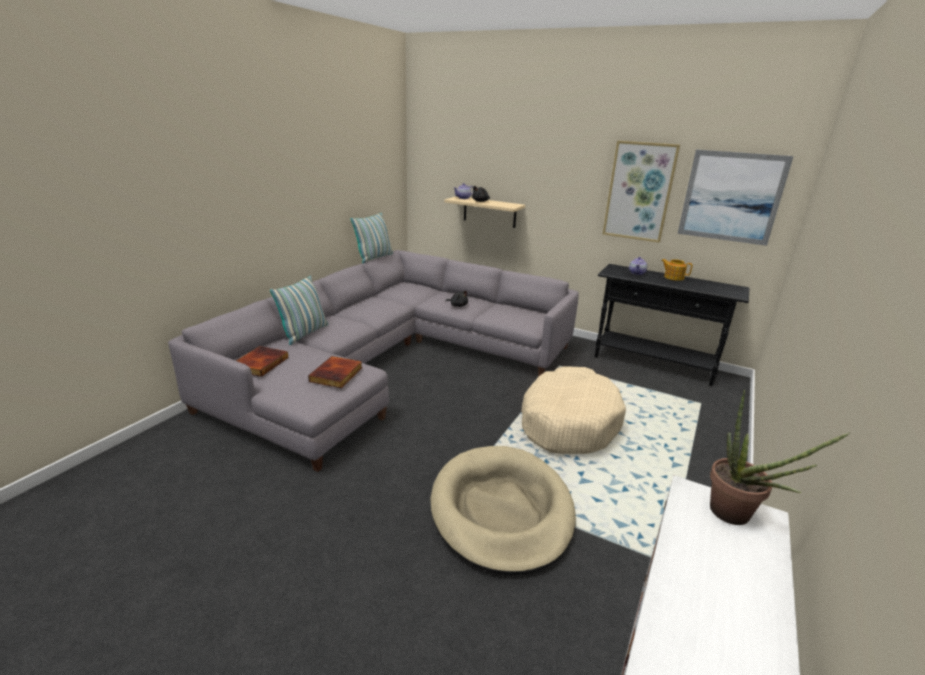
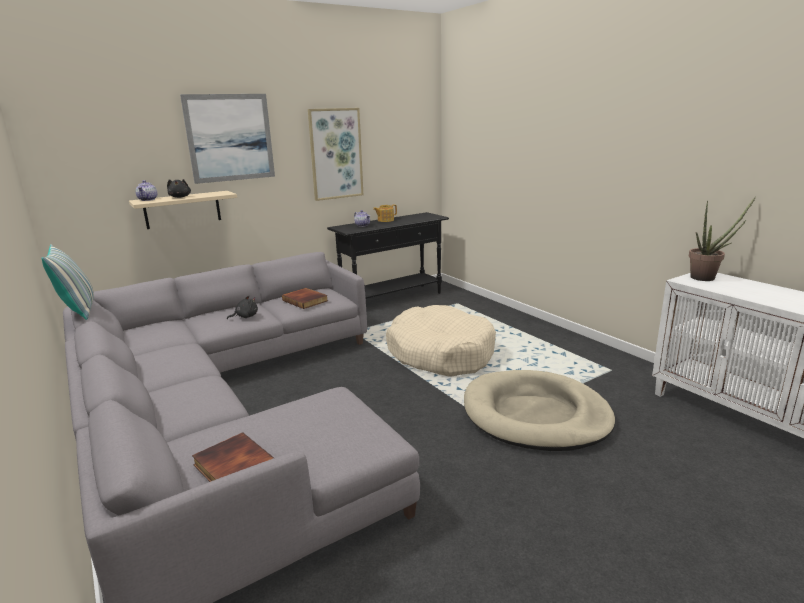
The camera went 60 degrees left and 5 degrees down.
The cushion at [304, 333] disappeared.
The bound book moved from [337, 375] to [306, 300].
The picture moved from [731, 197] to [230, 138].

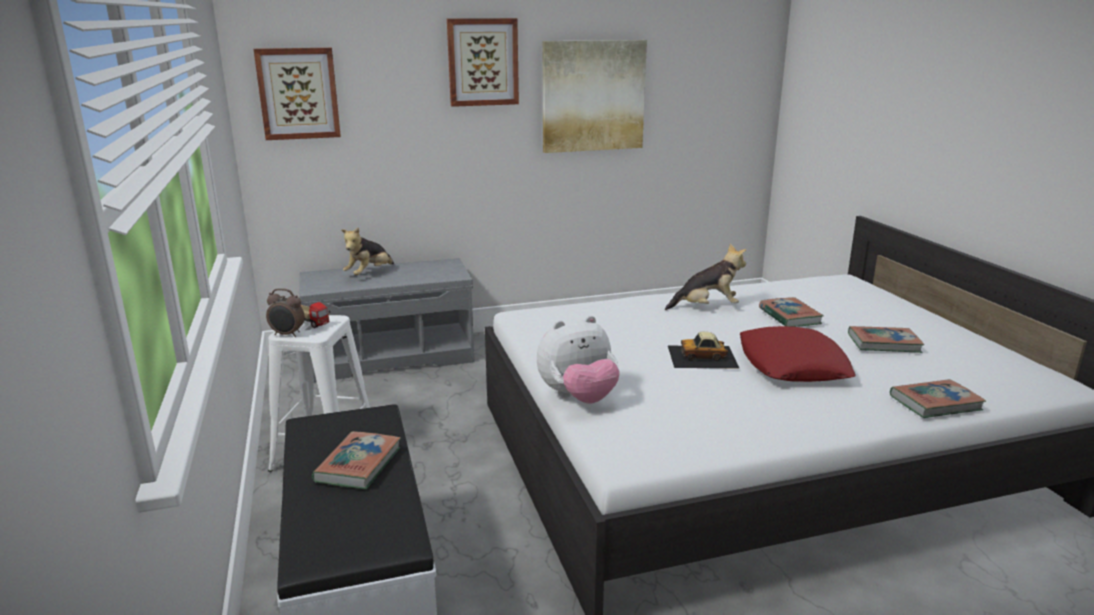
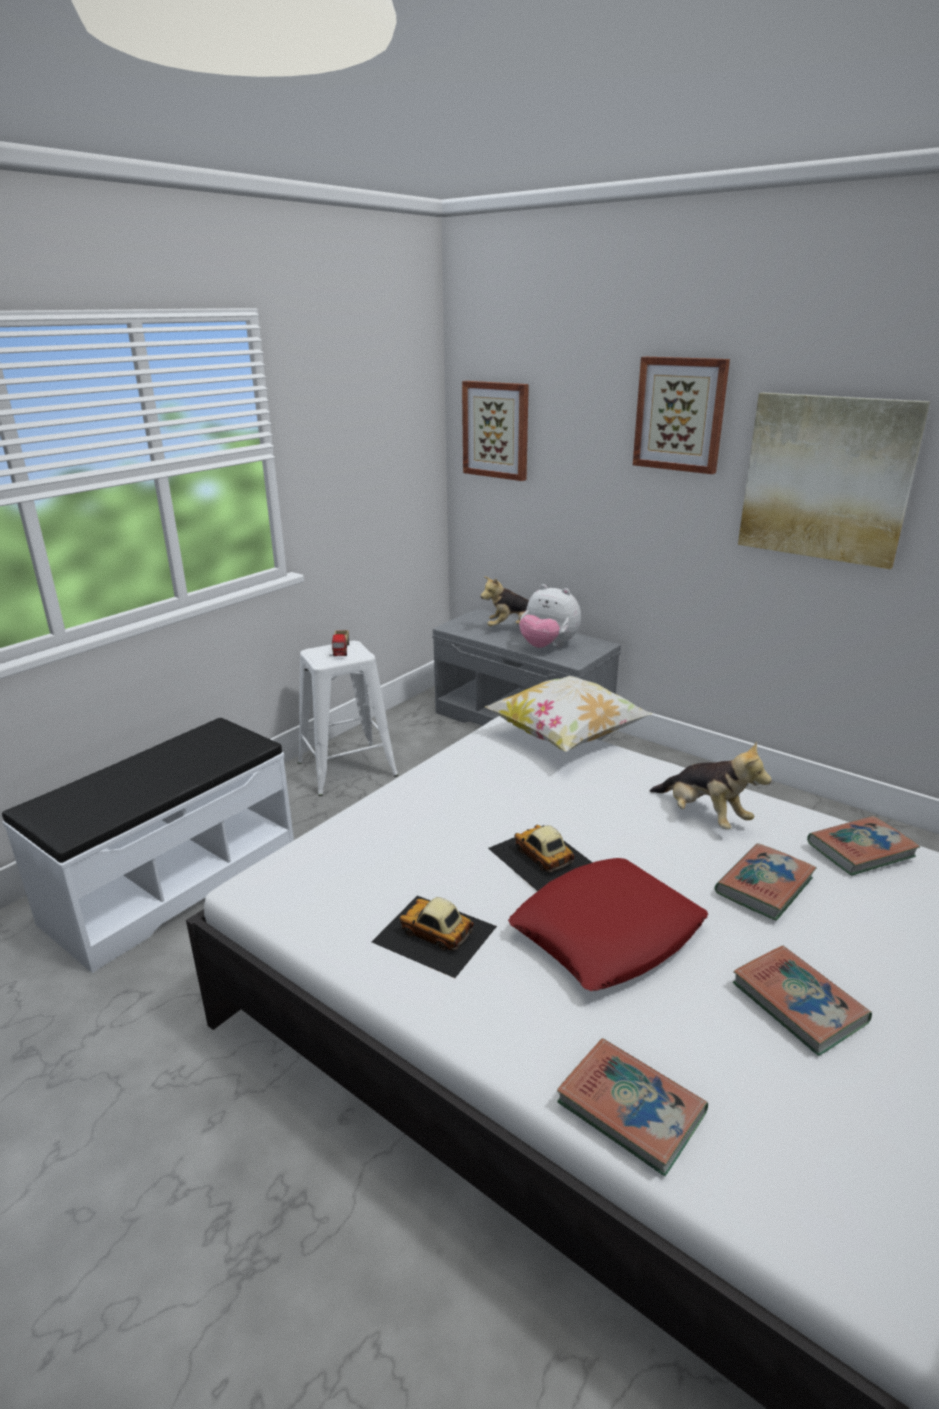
The camera went 55 degrees right and 5 degrees up.
The alarm clock at [287, 335] disappeared.
The miniature car at [435, 934] appeared.
The cushion at [566, 737] appeared.
The bound book moved from [358, 465] to [860, 850].
The cuddly toy moved from [578, 398] to [548, 647].

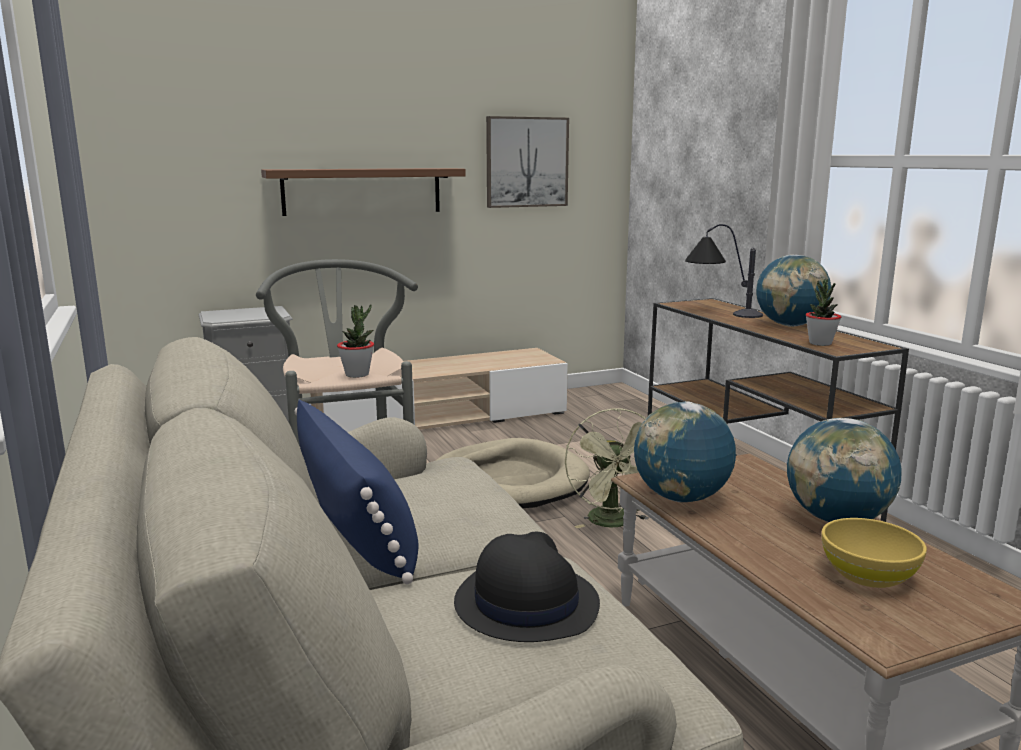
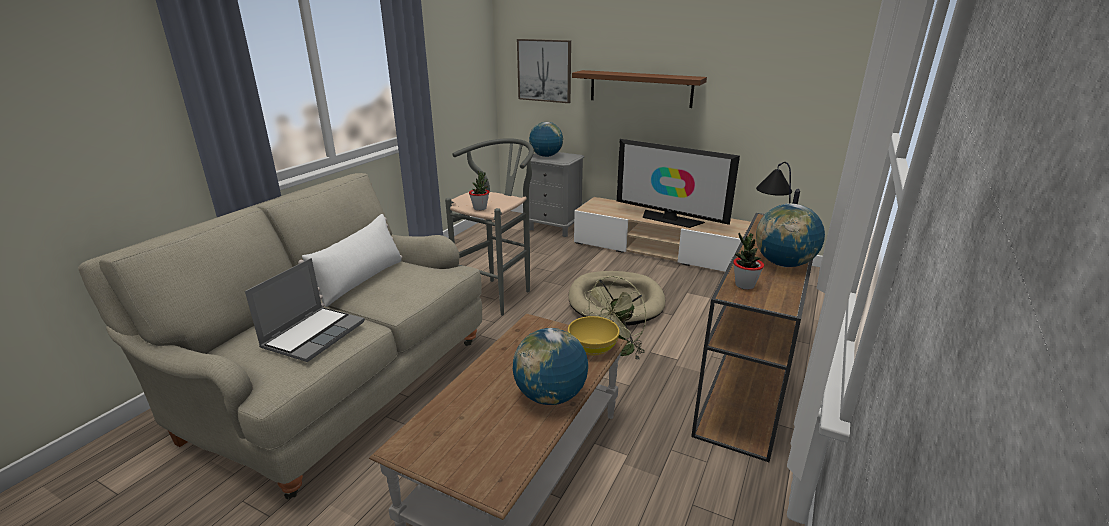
The camera went 50 degrees right and 10 degrees up.
The TV at [670, 219] appeared.
The picture moved from [526, 162] to [544, 70].
The world globe moved from [681, 498] to [546, 156].
The deep dish in yellow-coloured moved from [868, 574] to [593, 347].
The clothing hat in black at [525, 603] was replaced by the portable computer at [314, 334].
The cushion in bluish at [356, 531] became the cushion in white-coloured at [361, 281].

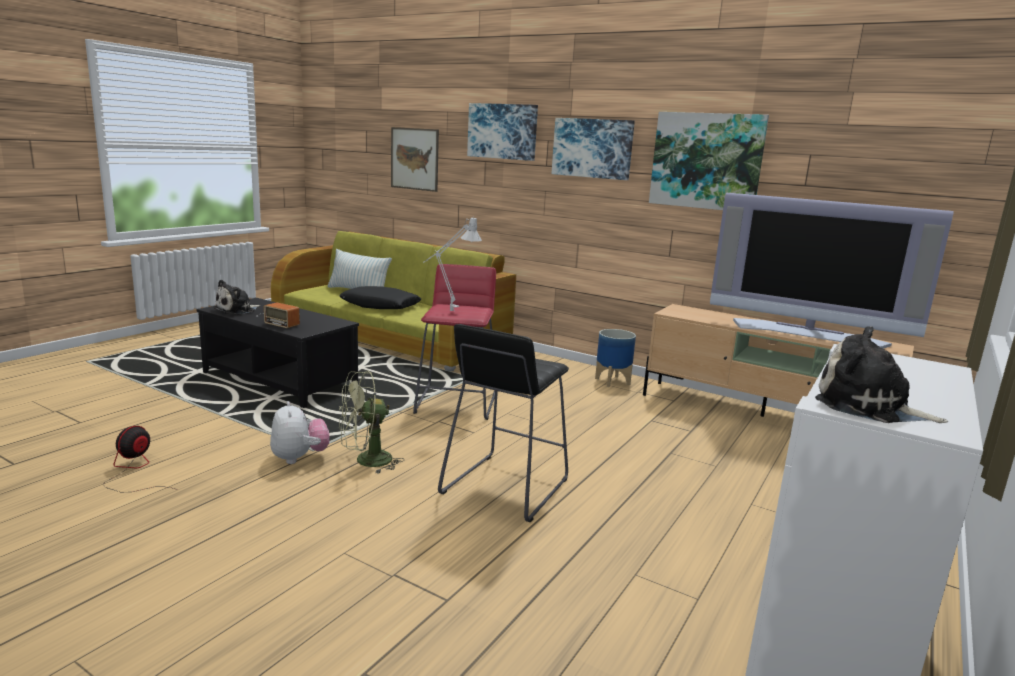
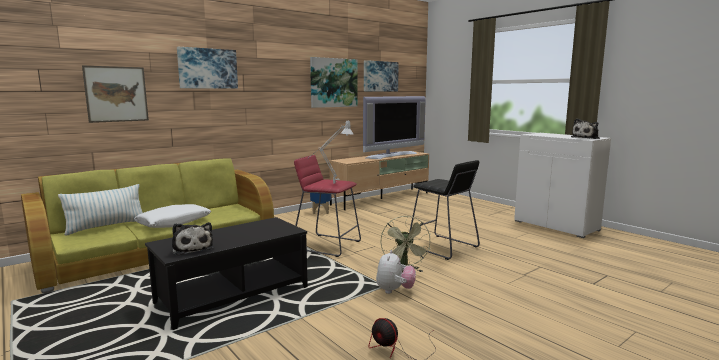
The camera went 70 degrees left and 5 degrees down.
The radio receiver at [278, 319] disappeared.
The picture moved from [592, 148] to [380, 76].
The cushion in black at [380, 306] became the cushion in white-coloured at [174, 223].
The cuddly toy at [299, 458] turned 105 degrees clockwise.

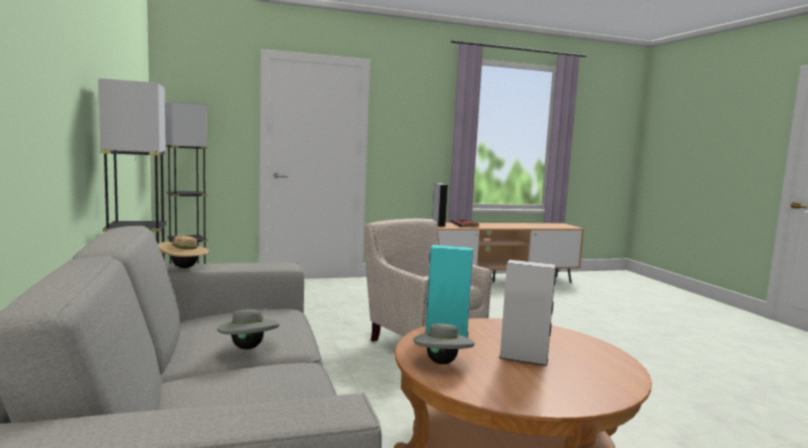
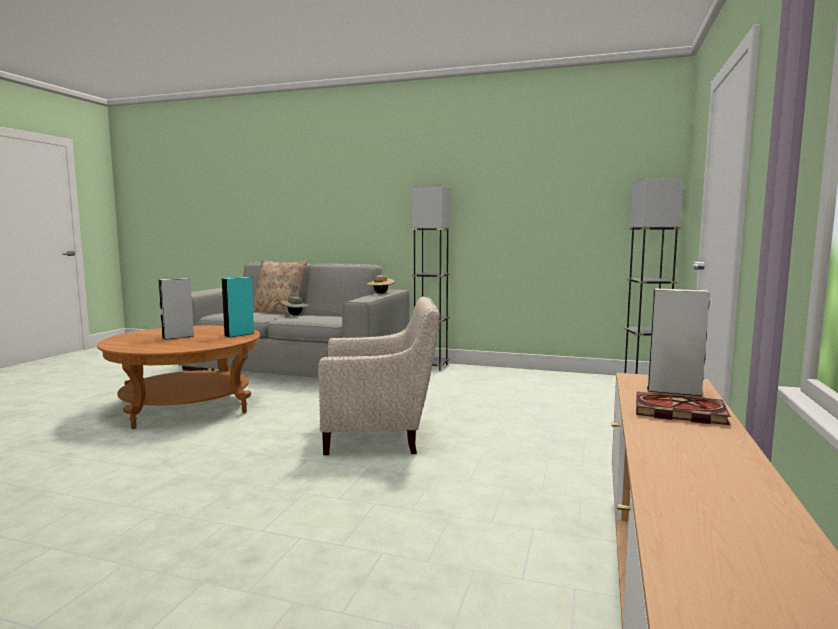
The camera went 125 degrees right and 0 degrees up.
The clothing hat in gray at [442, 363] disappeared.
The cushion in beige at [279, 312] appeared.

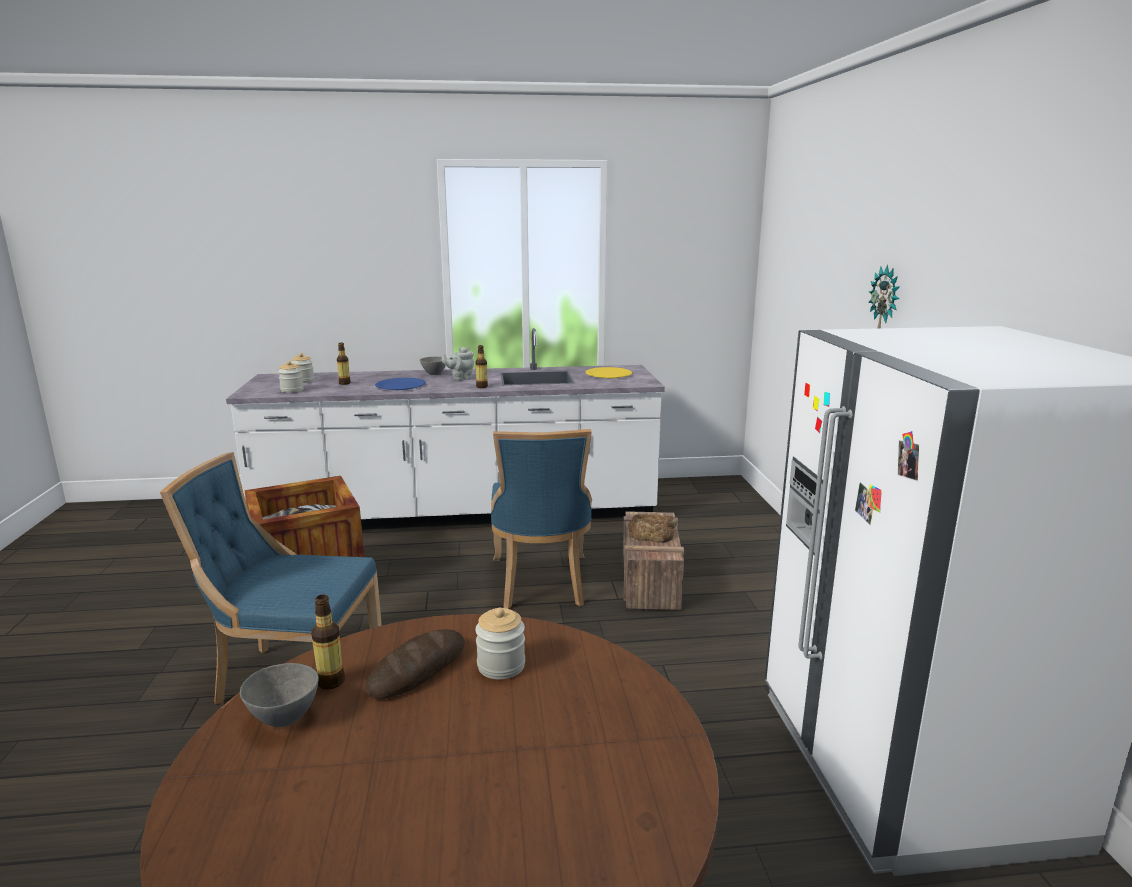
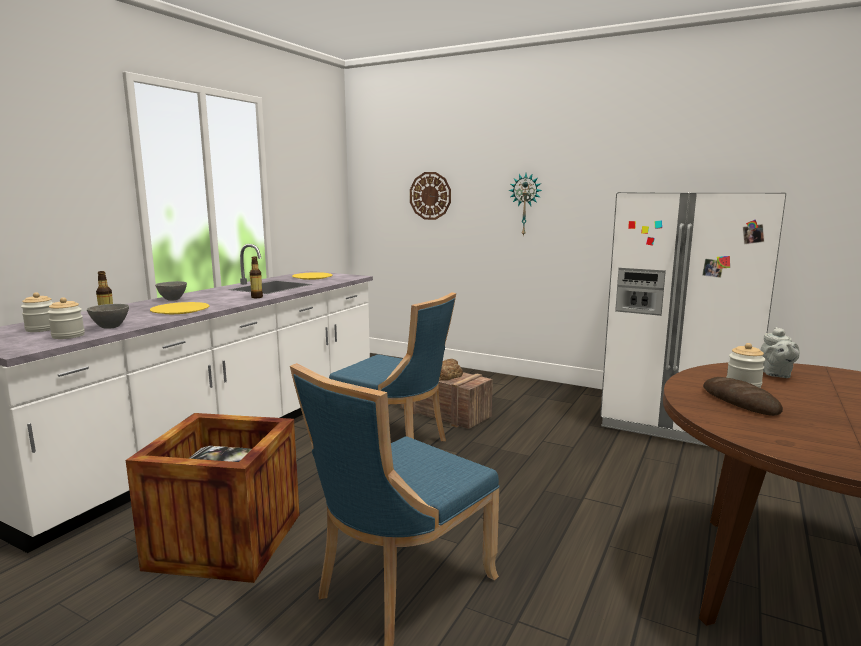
The camera went 55 degrees left and 5 degrees down.
The beverage bottle at [331, 682] disappeared.
The hanging clock at [430, 196] appeared.
The deep dish in gray moved from [283, 719] to [110, 327].
The teapot in gray moved from [460, 378] to [775, 374].
The flat dish in bluish at [400, 386] became the flat dish in yellow-coloured at [180, 310].

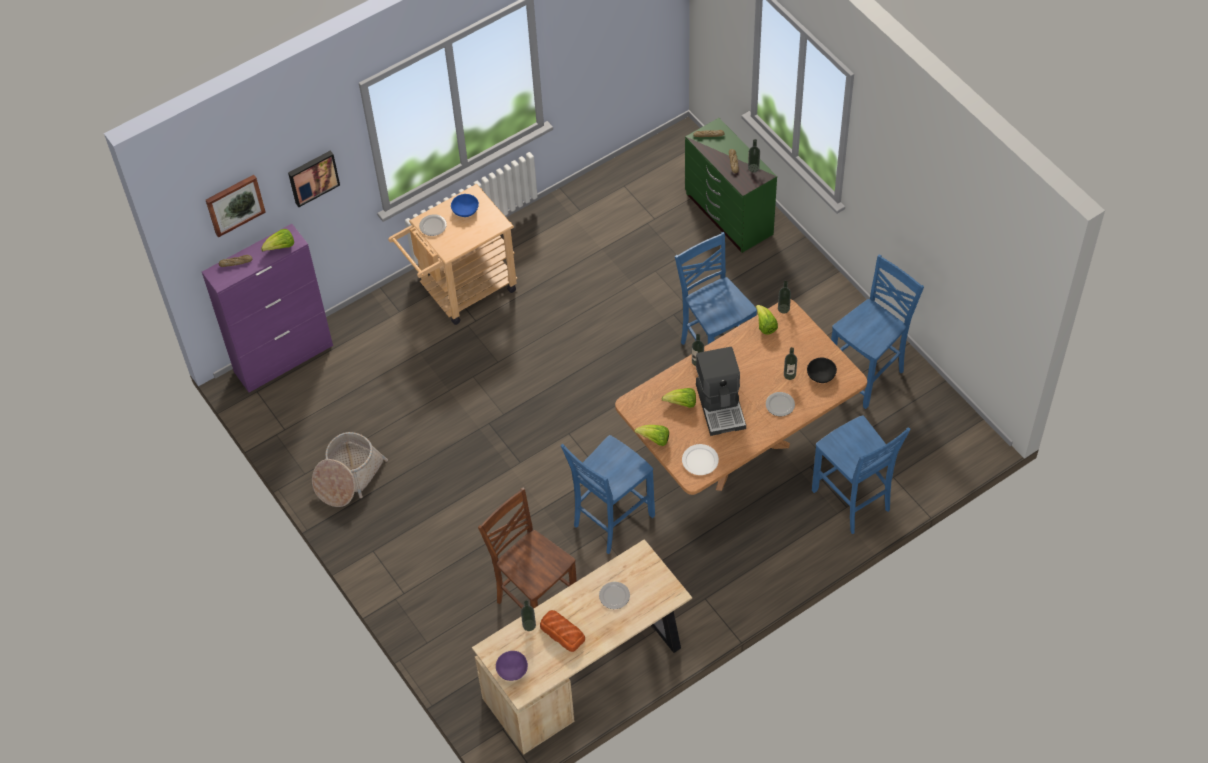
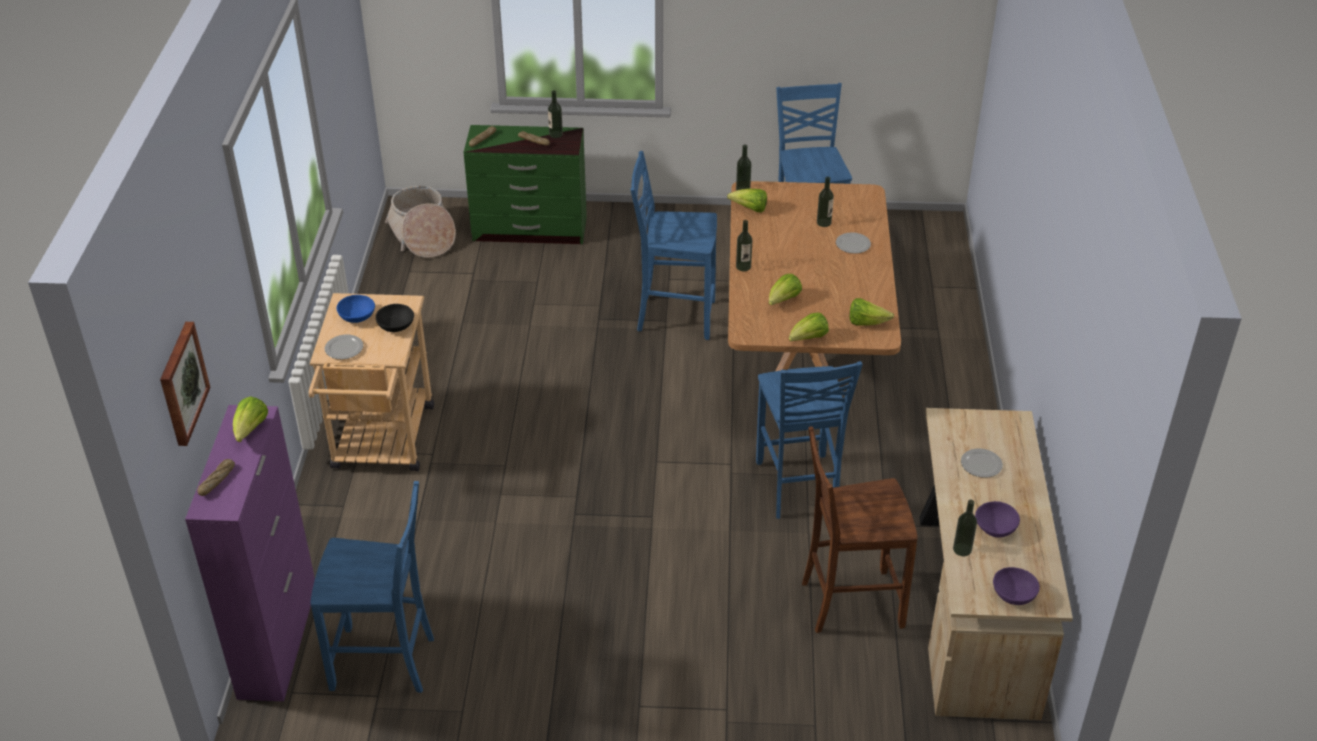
The camera went 55 degrees left and 15 degrees down.
The picture at [312, 177] disappeared.
The coffee brewer at [721, 405] disappeared.
The basket moved from [348, 476] to [423, 236].
The deep dish in black moved from [821, 375] to [396, 326].
The chair in bluish moved from [852, 501] to [385, 663].
The baked bread at [562, 632] was replaced by the deep dish in purple-coloured at [994, 528].
The flat dish in white-coloured at [700, 460] was replaced by the lettuce head at [866, 322].

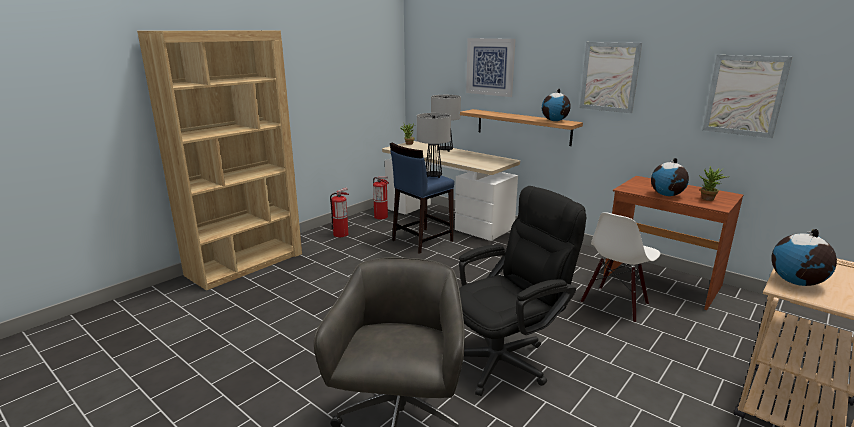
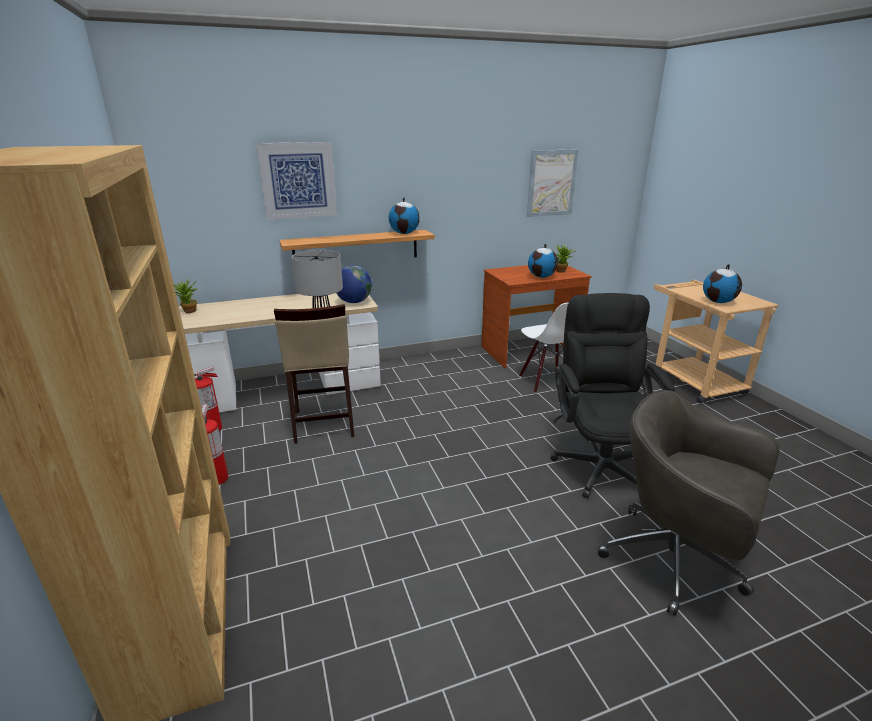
The camera went 60 degrees left and 5 degrees up.
The lamp for a table at [445, 150] disappeared.
The picture at [609, 77] disappeared.
The world globe at [354, 302] appeared.
The stool seat in bluish at [421, 240] became the stool seat in beige at [323, 424].

